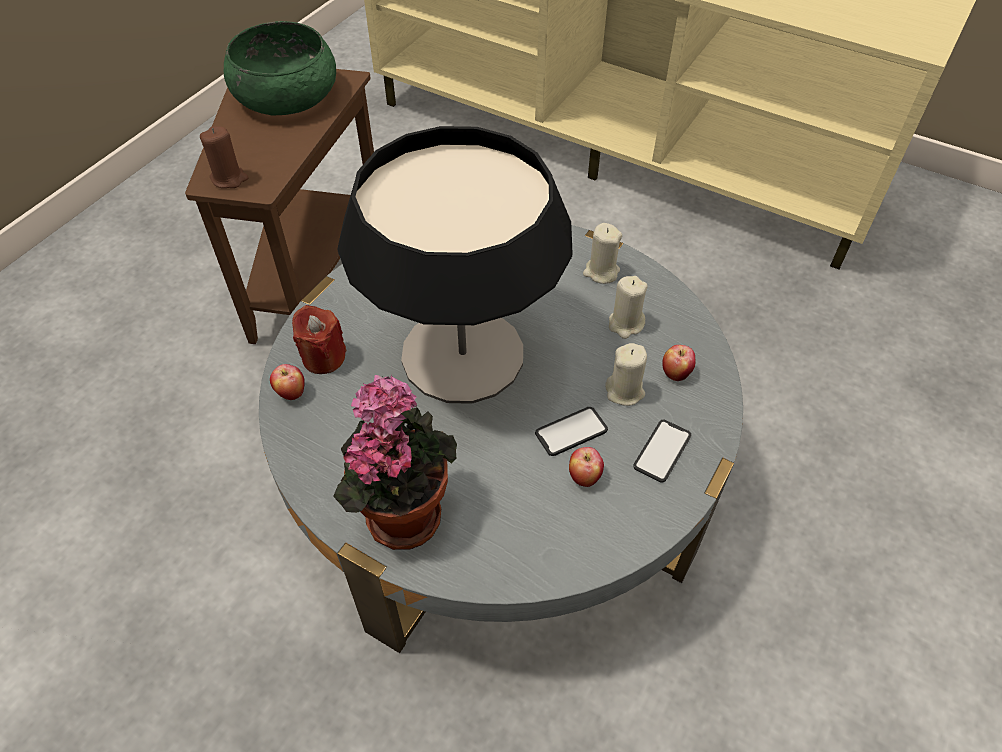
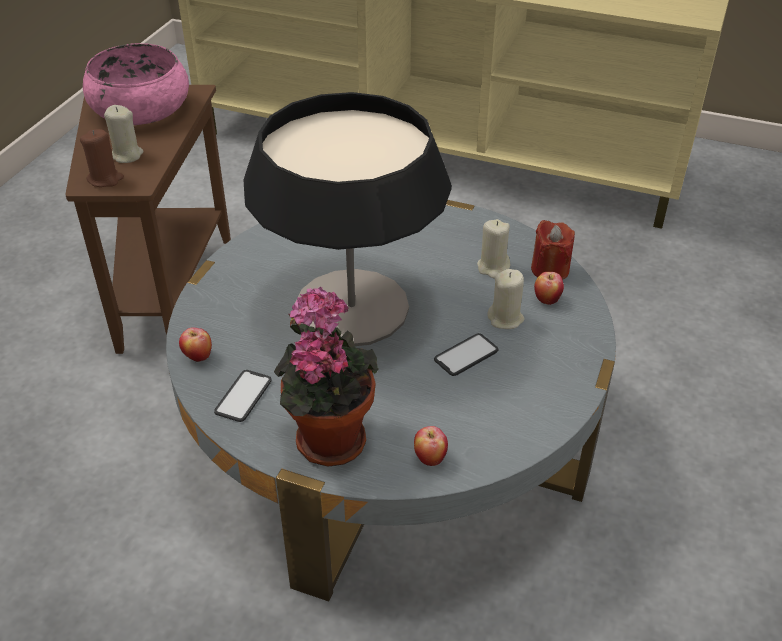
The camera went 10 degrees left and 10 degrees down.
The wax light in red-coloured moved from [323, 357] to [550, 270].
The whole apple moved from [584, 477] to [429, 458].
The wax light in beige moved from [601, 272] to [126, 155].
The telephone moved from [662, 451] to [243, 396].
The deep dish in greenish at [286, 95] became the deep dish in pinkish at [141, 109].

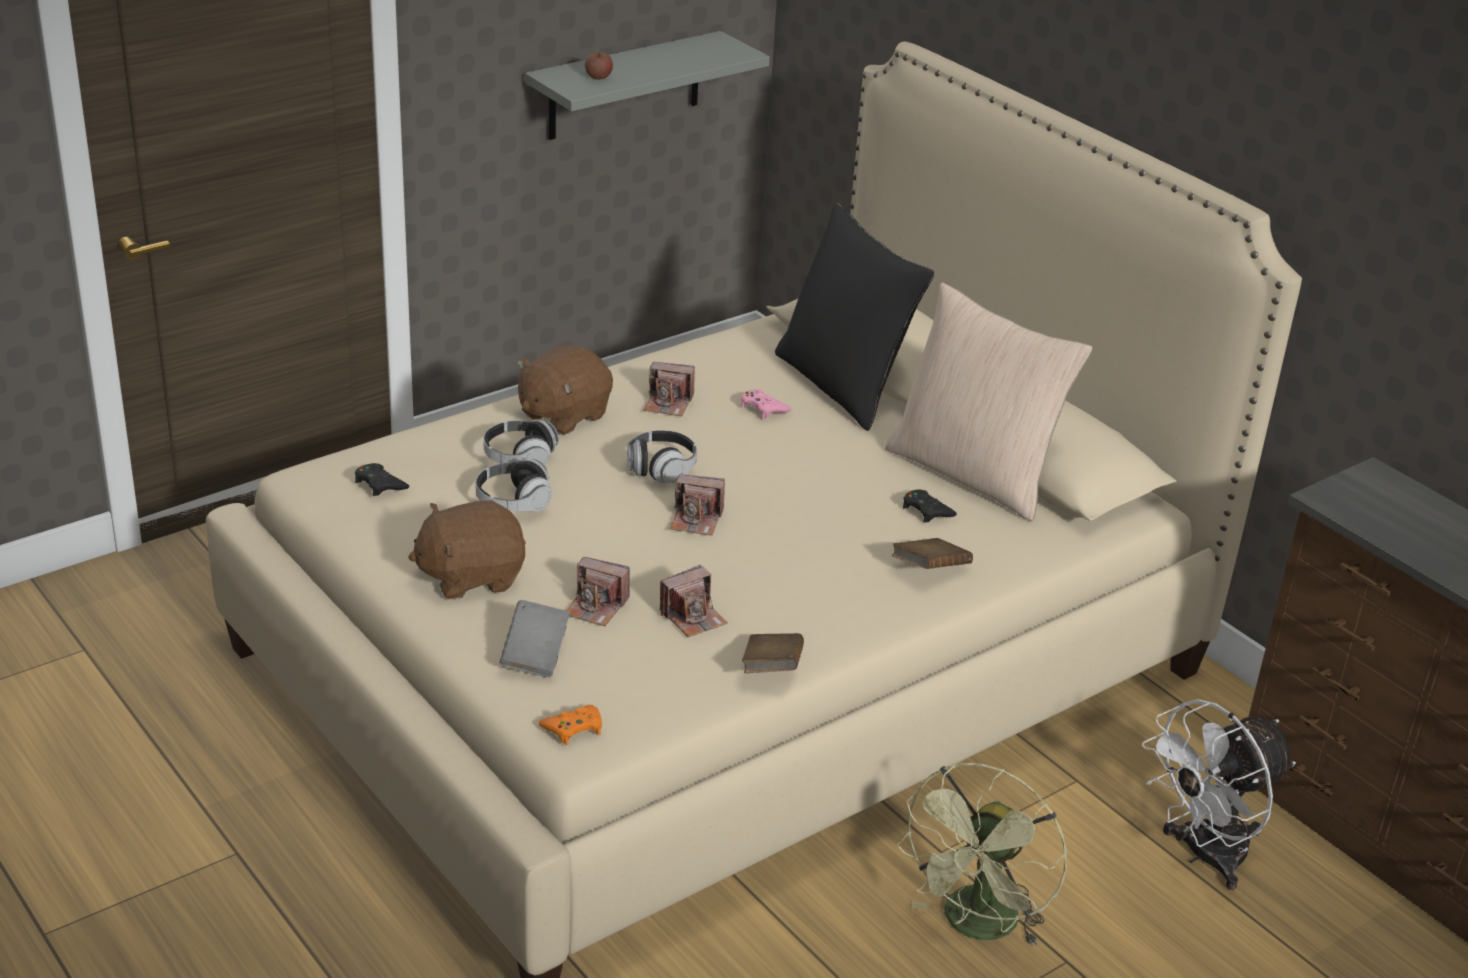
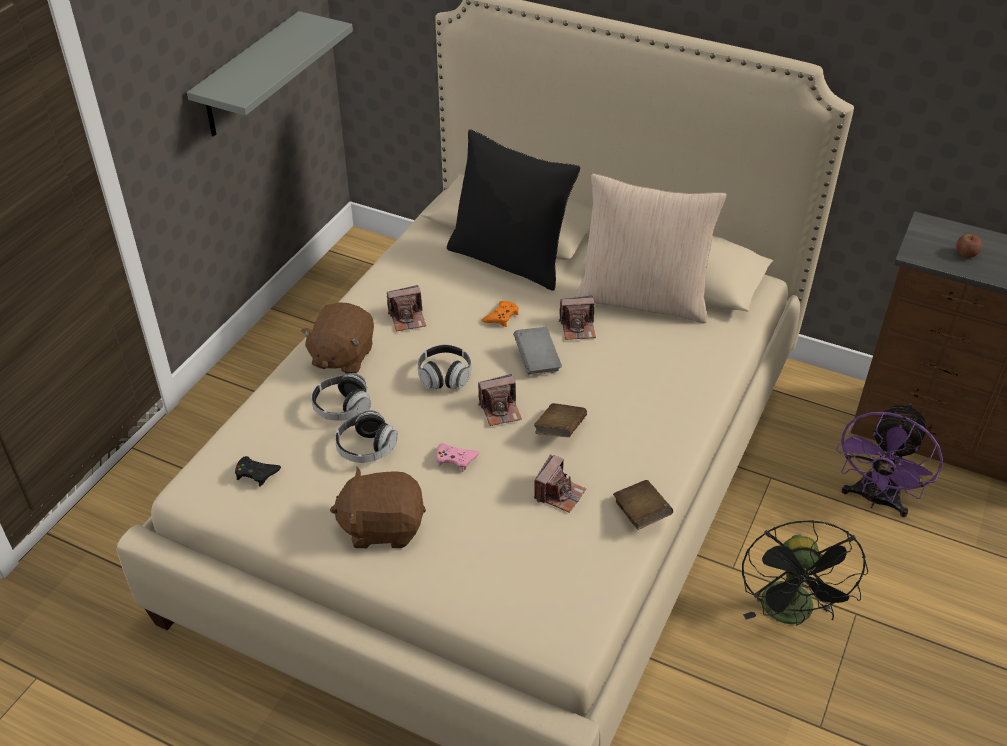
The camera went 25 degrees left and 10 degrees up.
The joypad in black at [926, 510] disappeared.
The bound book in gray moved from [535, 655] to [537, 361].
The joypad in orangey moved from [573, 728] to [501, 317].
The still camera moved from [596, 607] to [578, 328].
The whole apple moved from [598, 76] to [966, 254].
The joypad in pinkish moved from [763, 408] to [455, 459].
The bound book in brown-coloured moved from [930, 570] to [560, 430].
The cooling fan in greenish at [976, 927] became the cooling fan in black at [791, 614].
The cooling fan in white-coloured at [1204, 856] became the cooling fan in purple-coloured at [875, 500].
The cuddly toy in brown-coloured at [471, 576] turned 45 degrees clockwise.

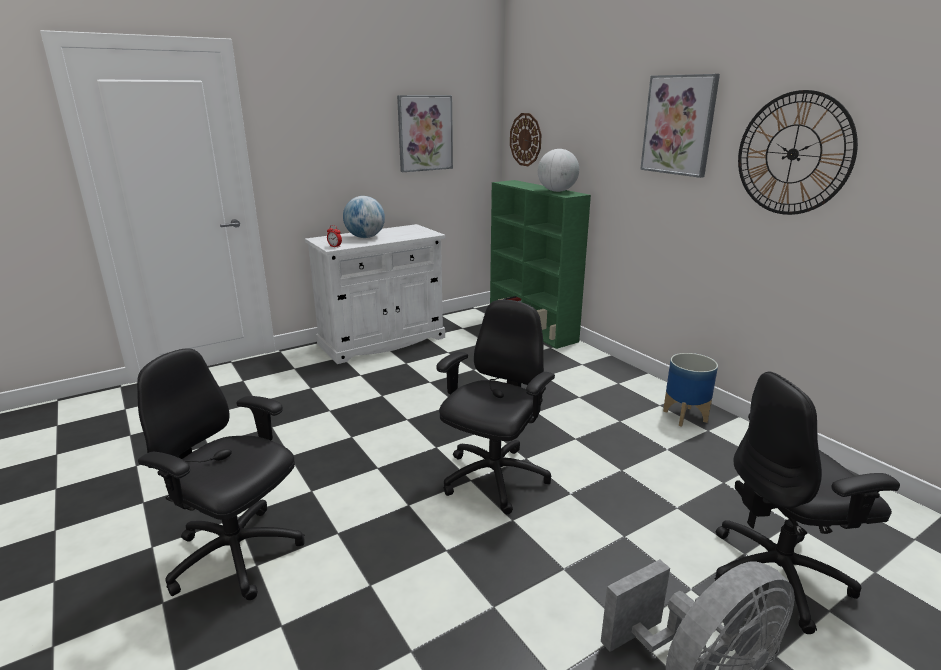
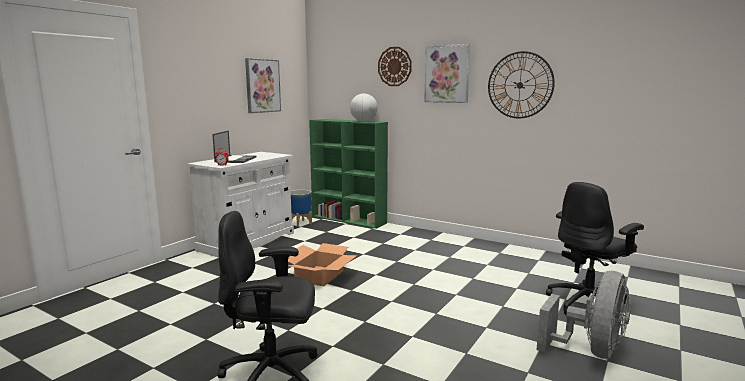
The camera went 25 degrees left and 10 degrees down.
The office chair in black at [493, 479] disappeared.
The carton at [319, 275] appeared.
The hanging clock moved from [525, 139] to [394, 66].
The planter moved from [685, 416] to [300, 223].
The world globe at [365, 237] was replaced by the portable computer at [236, 159].

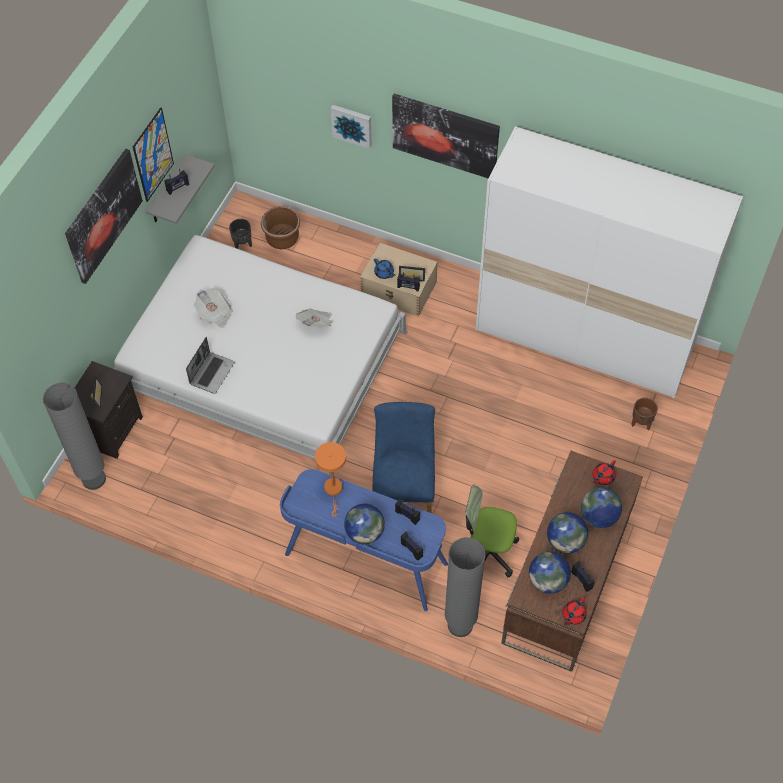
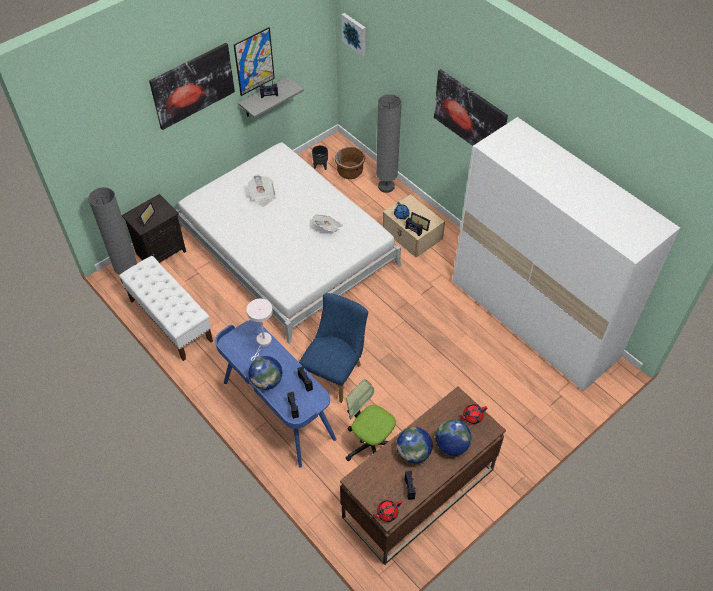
The camera went 25 degrees right and 5 degrees down.
The portable computer at [212, 373] disappeared.
The world globe at [547, 581] disappeared.
The planter in brown-coloured at [641, 423] disappeared.
The long seat in white-coloured at [170, 320] appeared.
The picture moved from [352, 125] to [355, 33].
The floor lamp in gray moved from [460, 625] to [386, 186].
The lamp for a table in orangey at [333, 490] became the lamp for a table in white-coloured at [263, 342].

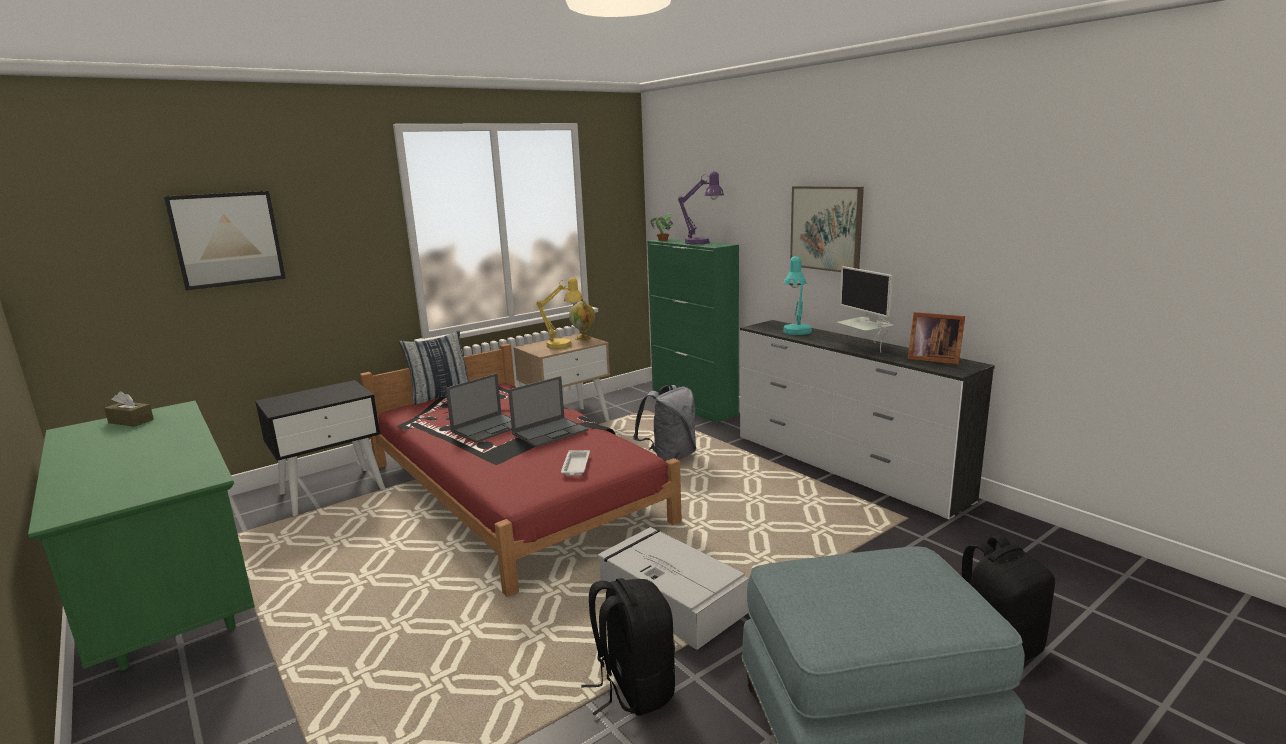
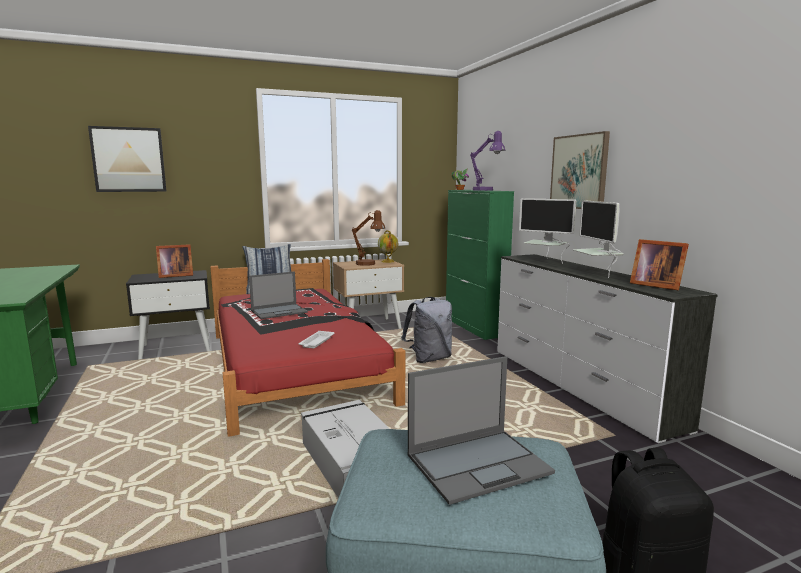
The camera went 15 degrees right and 5 degrees down.
The tissue holder in brown-coloured at [131, 421] disappeared.
The backpack in black at [633, 688] disappeared.
The picture frame at [174, 276] appeared.
The portable computer moved from [551, 432] to [479, 463].
The lamp for a table in turquoise at [796, 333] was replaced by the computer screen at [545, 262].
The lamp for a table in yellow-coloured at [564, 345] became the lamp for a table in brown-coloured at [369, 264].

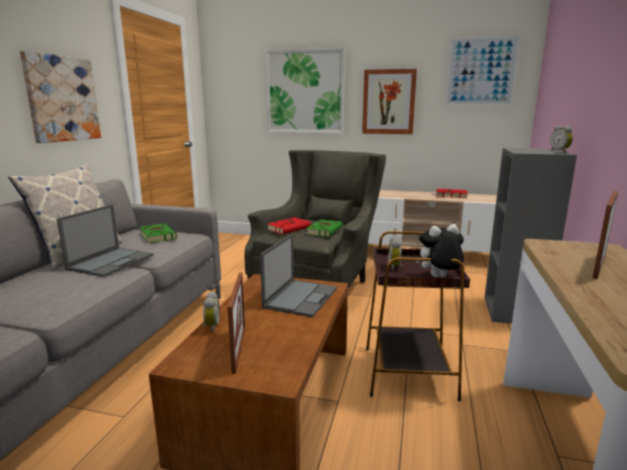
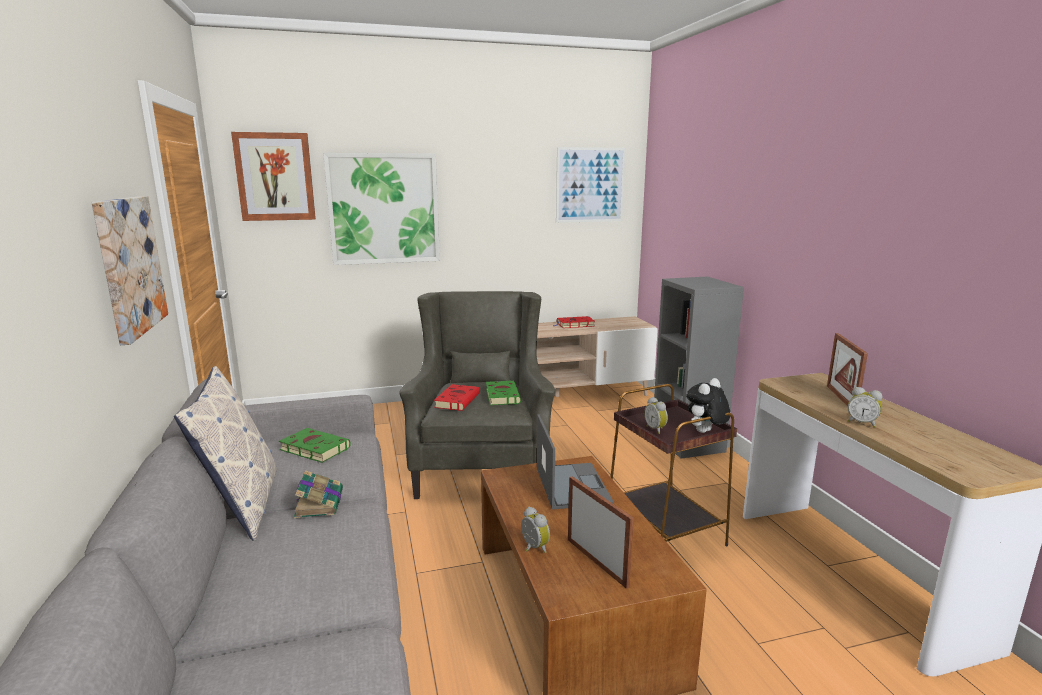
The camera went 30 degrees left and 0 degrees up.
The picture moved from [388, 102] to [275, 177].
The alarm clock moved from [560, 151] to [862, 423].
The portable computer at [112, 262] was replaced by the bound book at [319, 503].

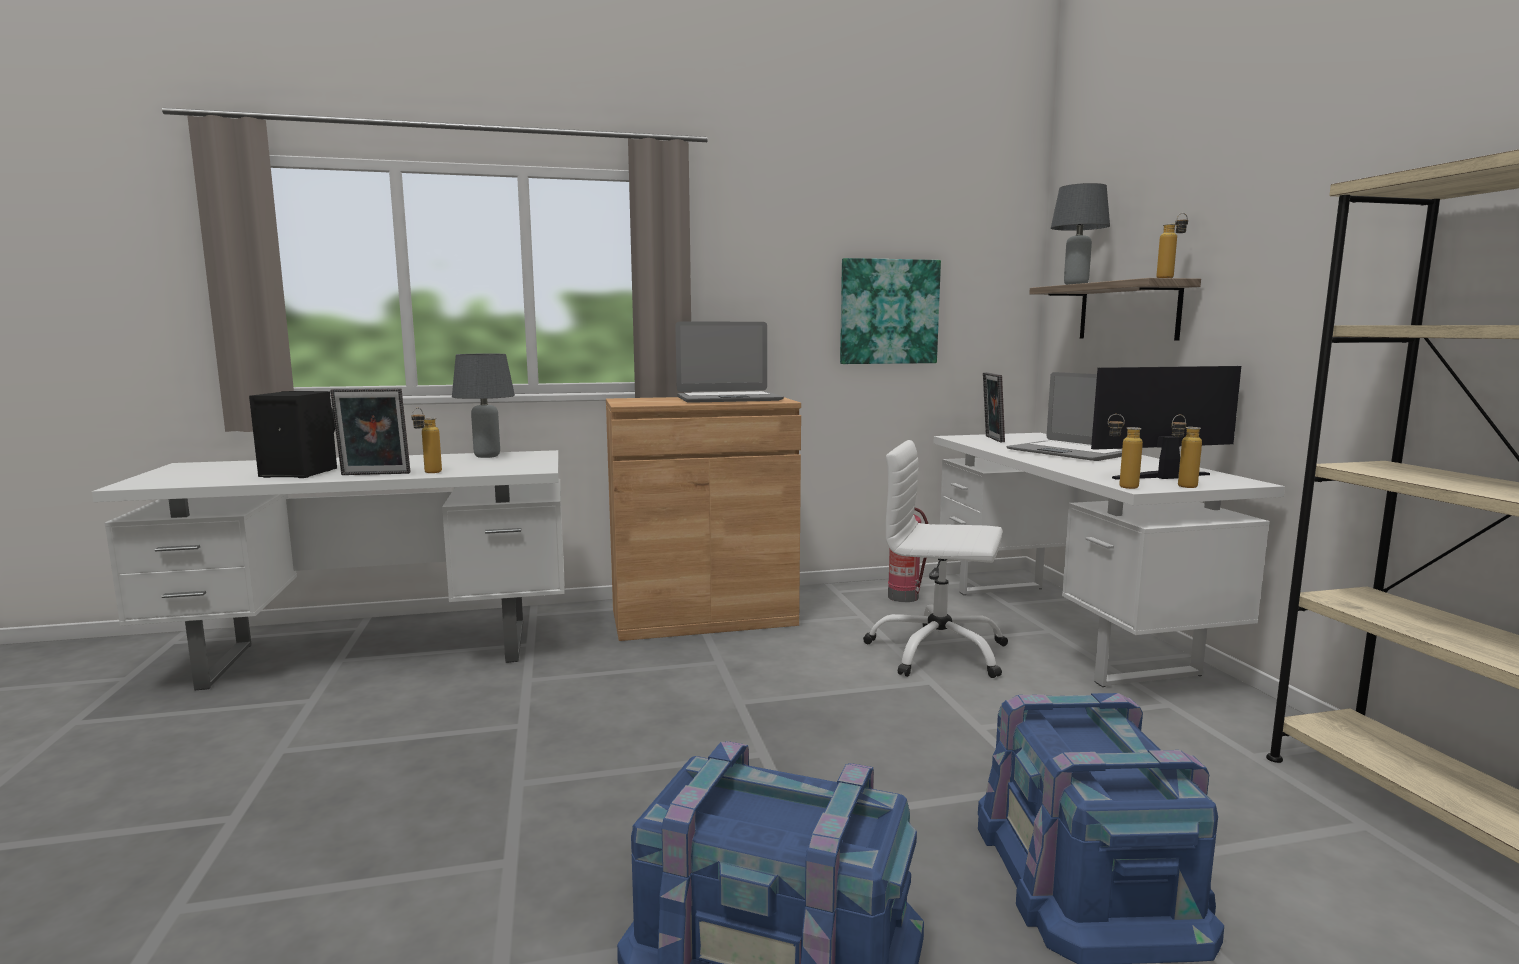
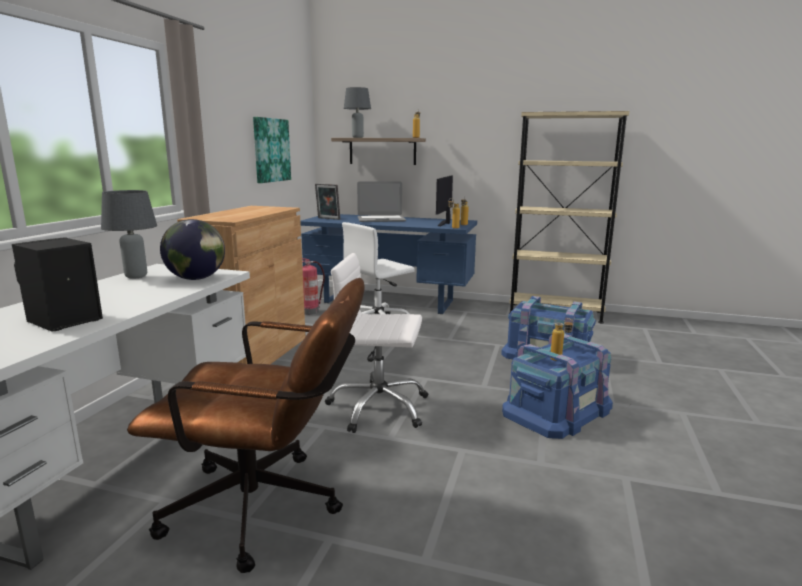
The camera went 60 degrees left and 5 degrees up.
The picture frame at [374, 474] disappeared.
The portable computer at [728, 399] disappeared.
The office chair in brown-coloured at [268, 509] appeared.
The world globe at [196, 279] appeared.
The office chair in white-coloured at [378, 408] appeared.
The beverage bottle moved from [428, 473] to [560, 360].
The desk unit in white-coloured at [1066, 628] became the desk unit in bluish at [389, 301].

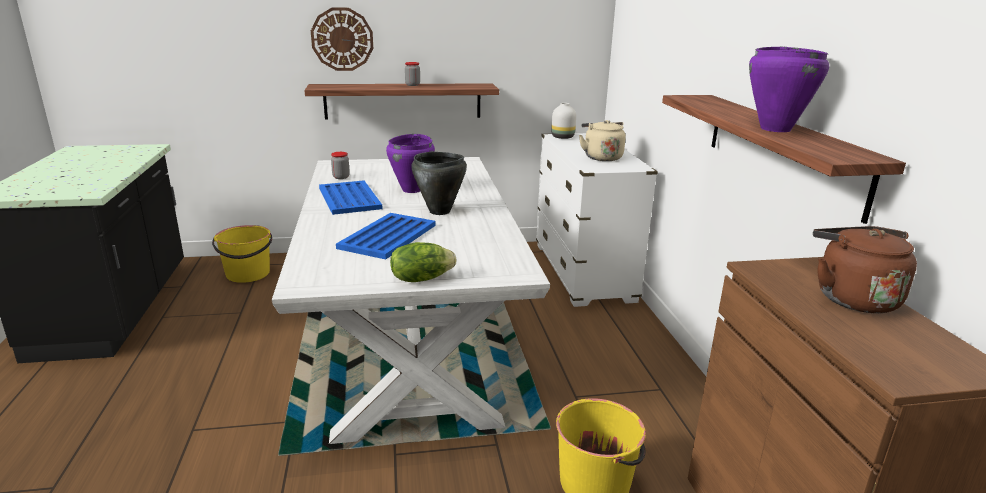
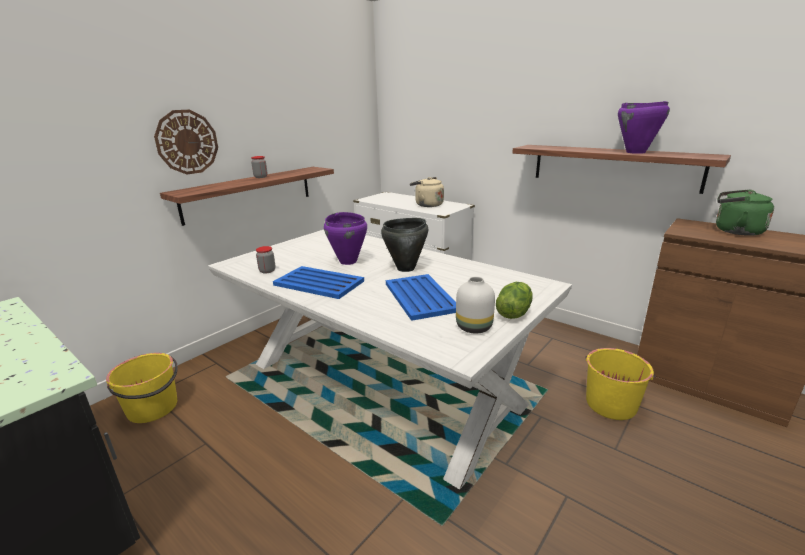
The camera went 40 degrees left and 0 degrees up.
The flower vase in white-coloured moved from [562, 137] to [473, 327].
The kettle in brown-coloured at [852, 297] became the kettle in greenish at [734, 231].

